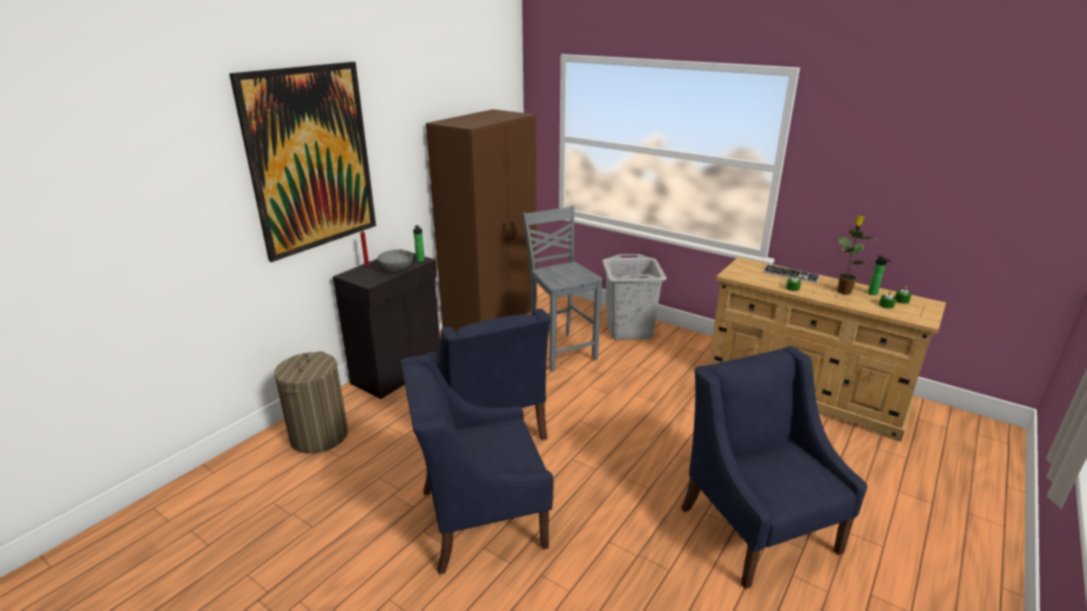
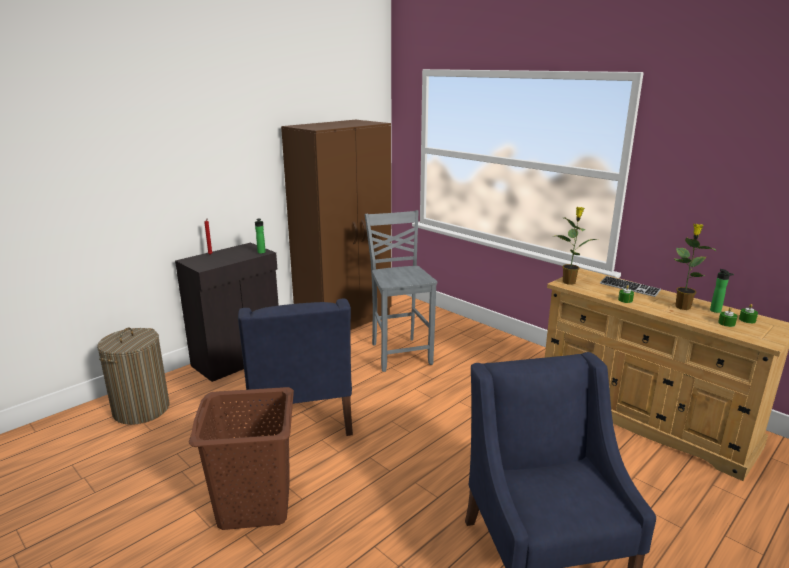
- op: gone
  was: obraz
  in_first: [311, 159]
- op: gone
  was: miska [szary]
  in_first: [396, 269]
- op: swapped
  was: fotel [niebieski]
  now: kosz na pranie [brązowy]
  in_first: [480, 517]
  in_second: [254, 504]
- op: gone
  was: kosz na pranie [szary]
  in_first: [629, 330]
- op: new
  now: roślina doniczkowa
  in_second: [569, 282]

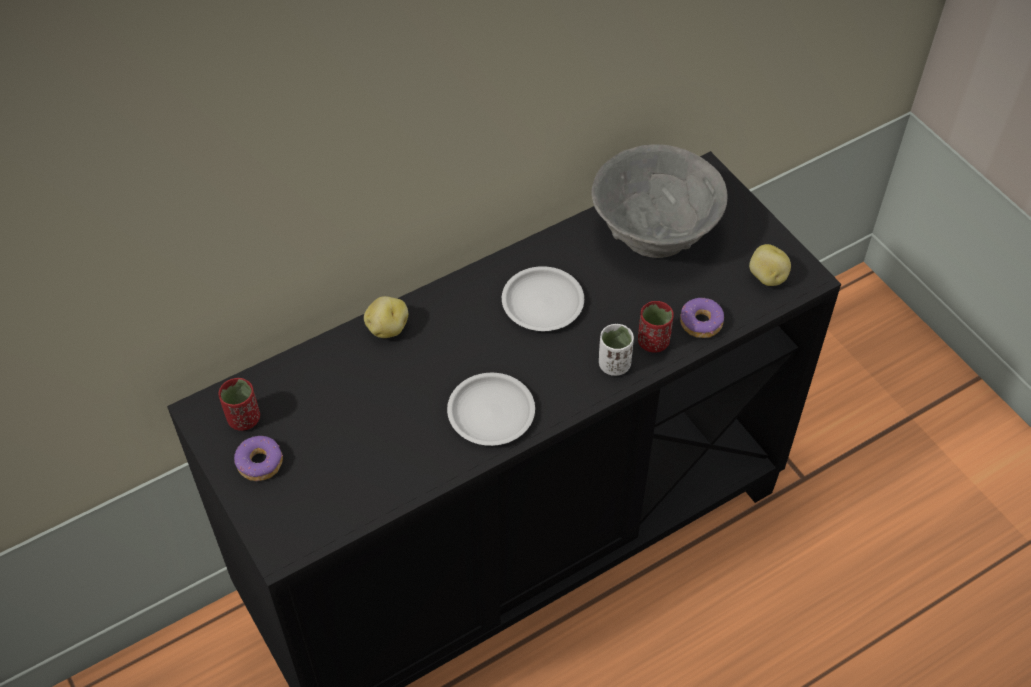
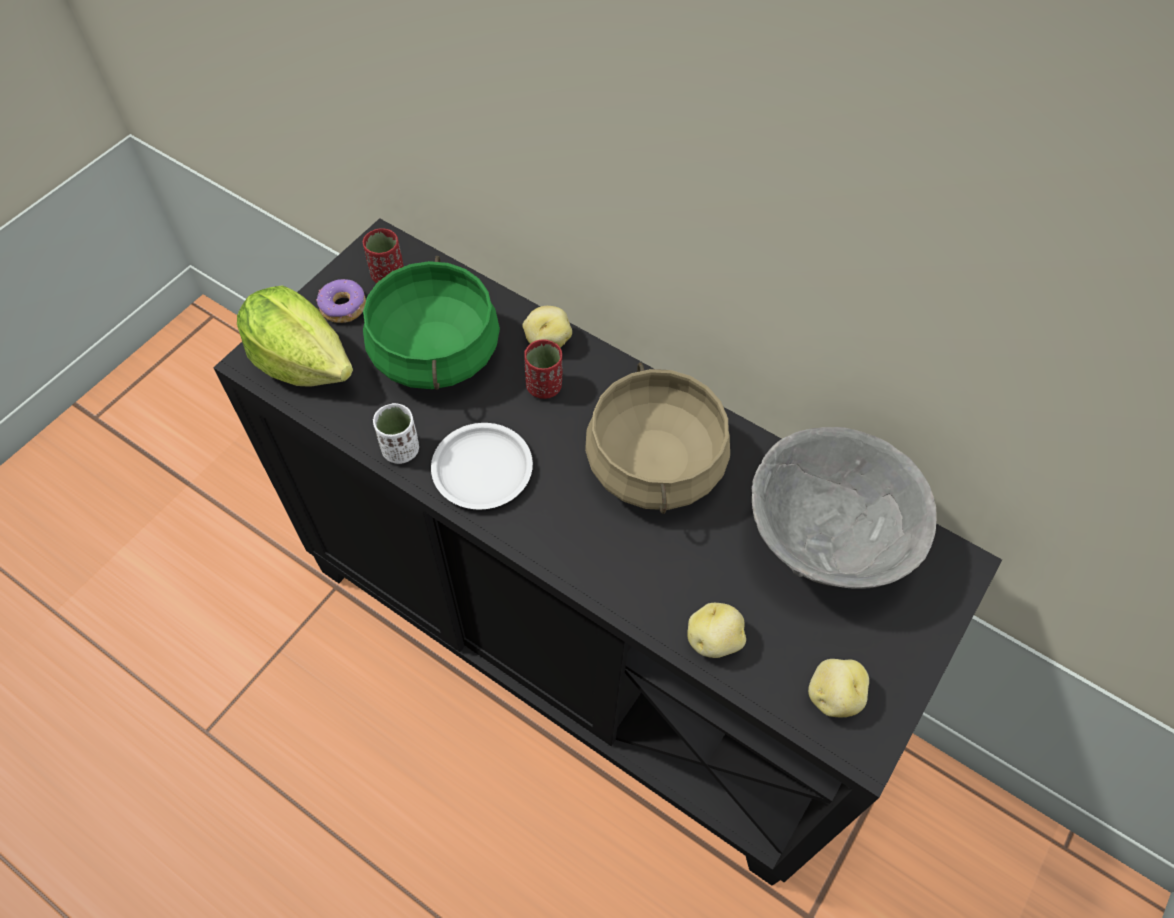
- op: swapped
  was: talerz [biały]
  now: garnek [beżowy]
  in_first: [542, 303]
  in_second: [653, 463]
- op: shifted
  was: filiżanka [biały]
  in_first: [614, 364]
  in_second: [401, 450]
- op: shifted
  was: filiżanka [czerwony]
  in_first: [653, 342]
  in_second: [544, 386]
- op: swapped
  was: donut
  now: ziemniak
  in_first: [701, 323]
  in_second: [714, 640]
- op: new
  now: sałata
  in_second: [301, 362]
- op: new
  now: garnek [zielony]
  in_second: [437, 353]

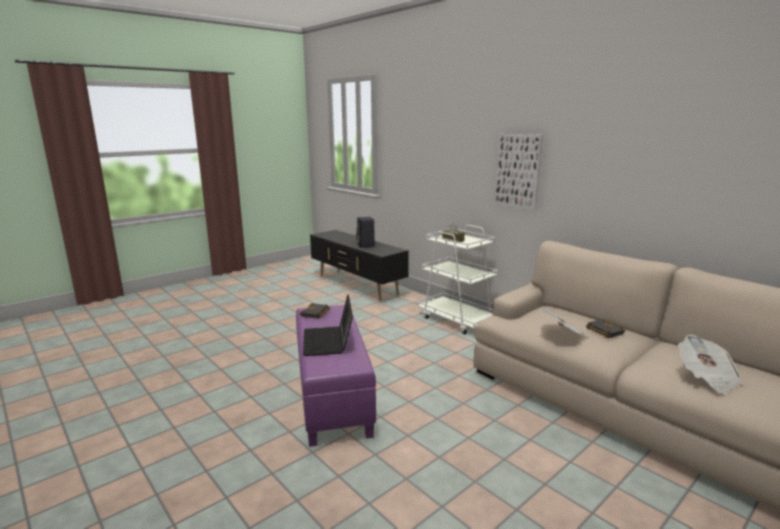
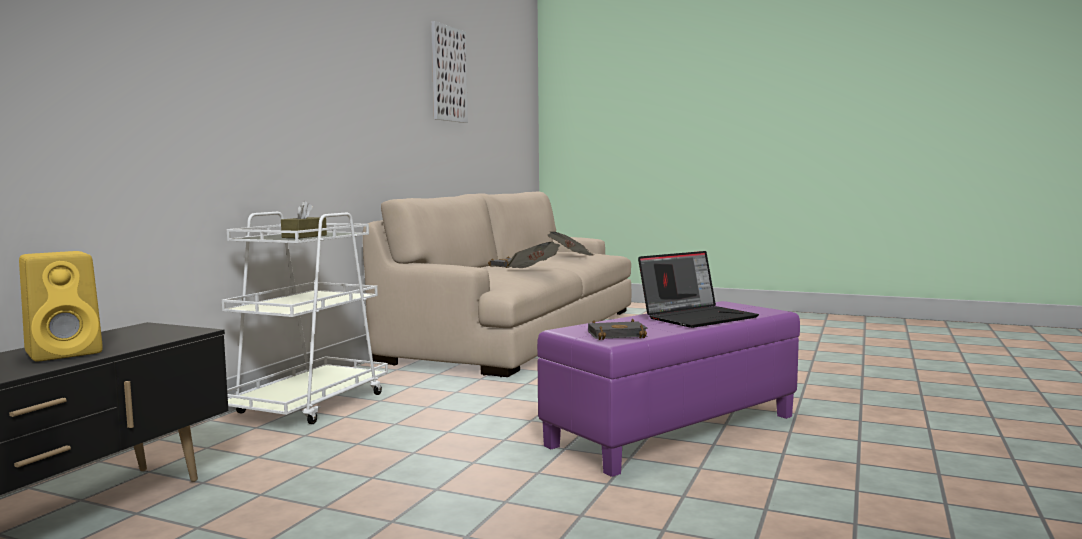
- op: repainted
  was: głośnik [czarny]
  now: głośnik [żółty]
  in_first: [366, 245]
  in_second: [67, 352]
- op: shifted
  was: obraz
  in_first: [518, 171]
  in_second: [448, 74]

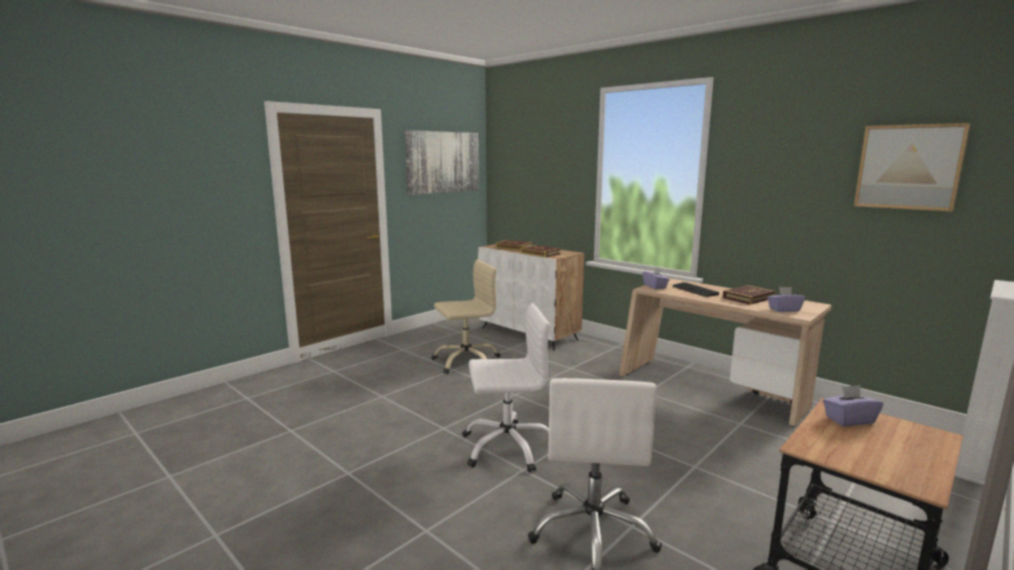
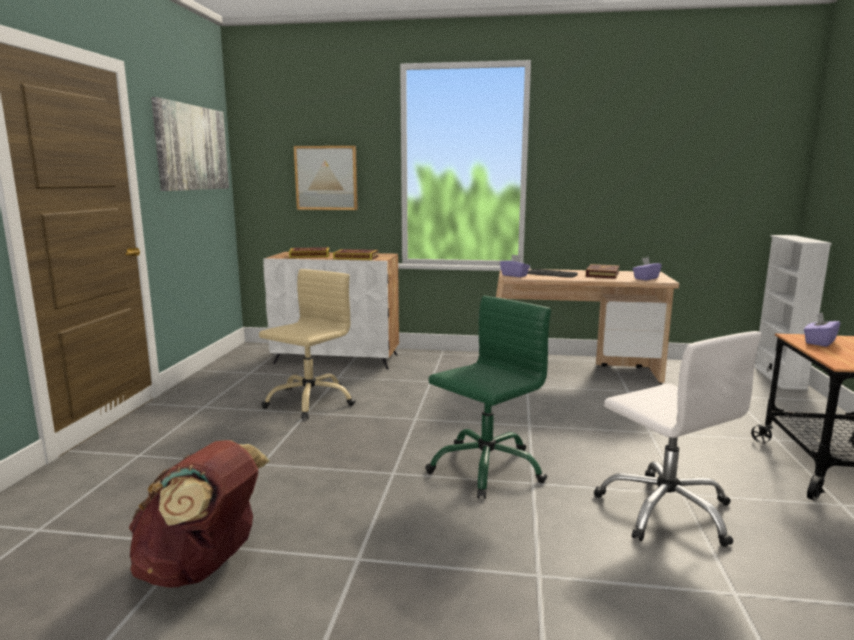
- op: repainted
  was: krzesło biurowe [biały]
  now: krzesło biurowe [zielony]
  in_first: [508, 446]
  in_second: [486, 467]
- op: shifted
  was: obraz
  in_first: [908, 167]
  in_second: [326, 178]
- op: new
  now: plecak [brązowy]
  in_second: [203, 567]

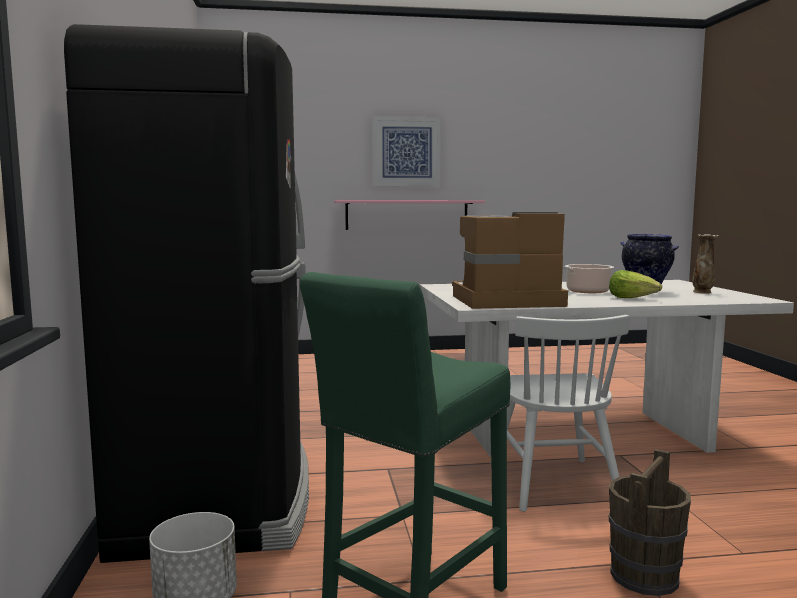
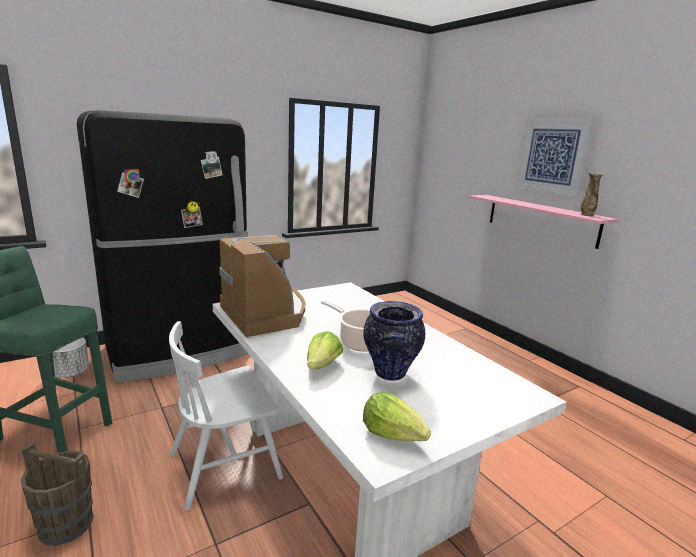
- op: shifted
  was: wazon
  in_first: [702, 292]
  in_second: [586, 215]
- op: new
  now: sałata
  in_second: [393, 434]

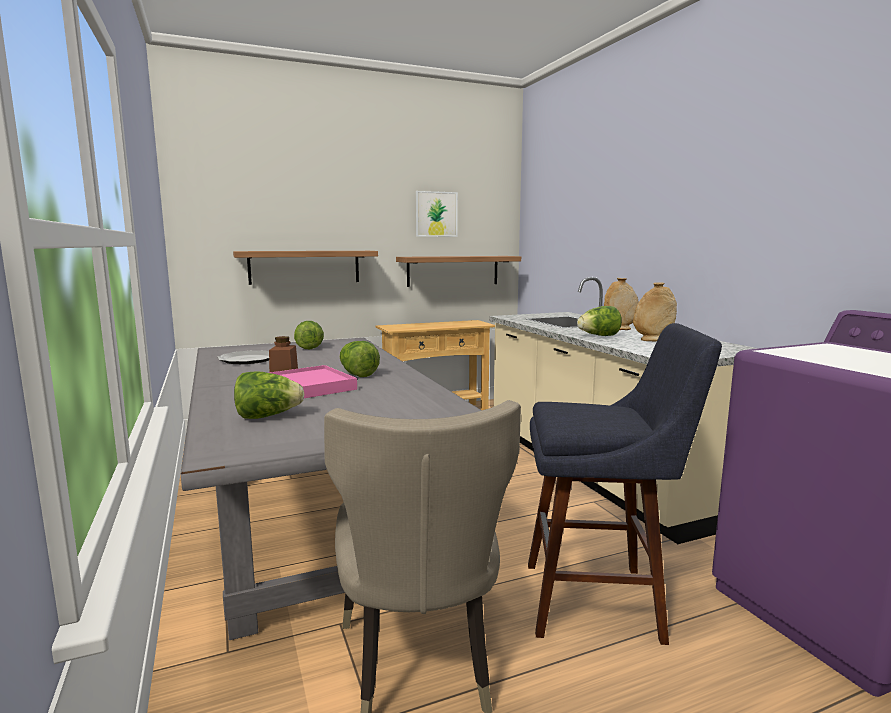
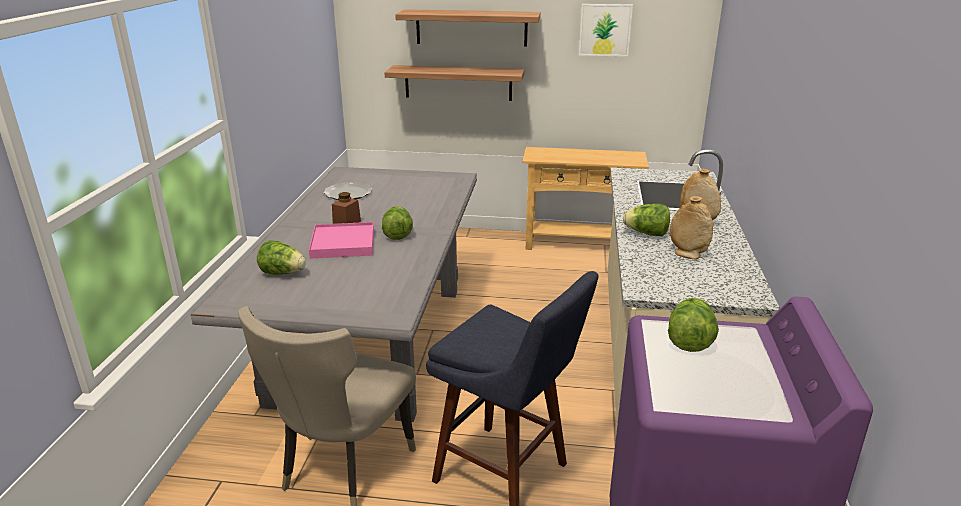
- op: shifted
  was: sałata
  in_first: [309, 347]
  in_second: [689, 340]
- op: shifted
  was: półka
  in_first: [453, 270]
  in_second: [471, 27]

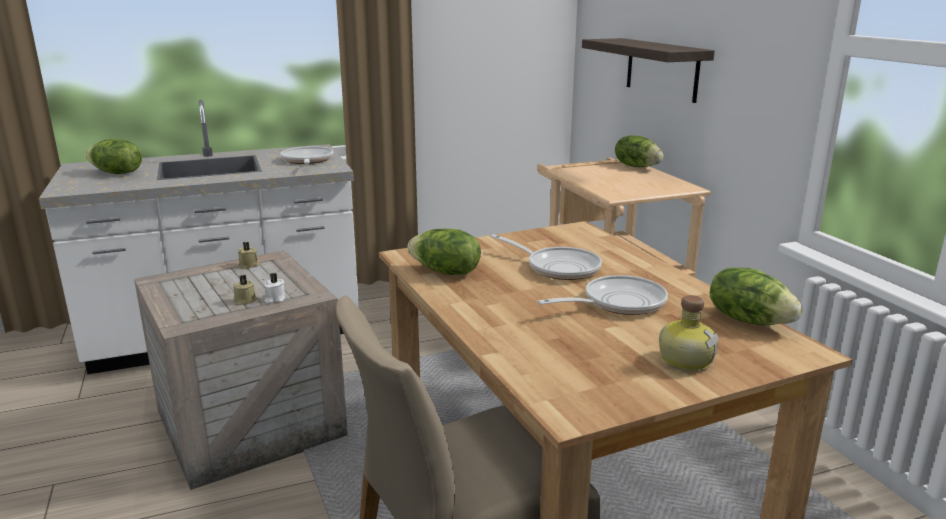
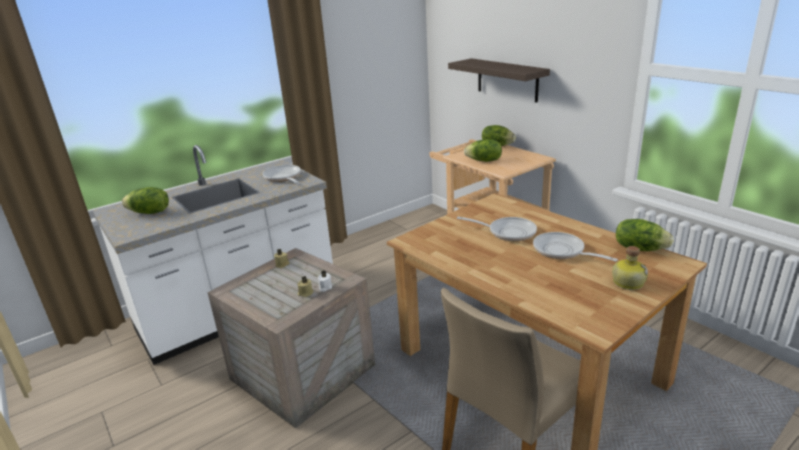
- op: shifted
  was: sałata
  in_first: [445, 272]
  in_second: [484, 161]
- op: rotated
  was: patelnia
  in_first: [617, 303]
  in_second: [562, 251]
  clockwise: -90

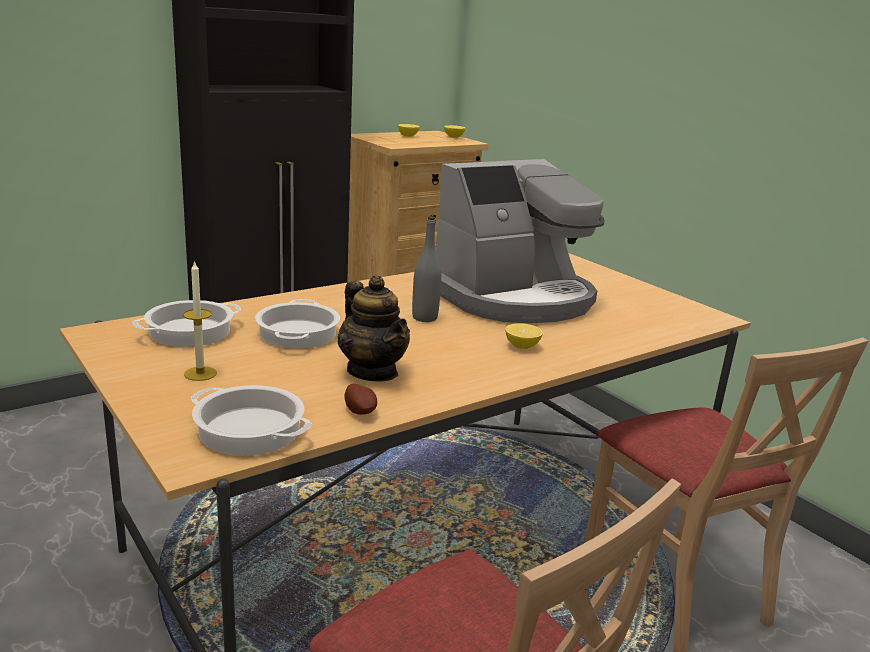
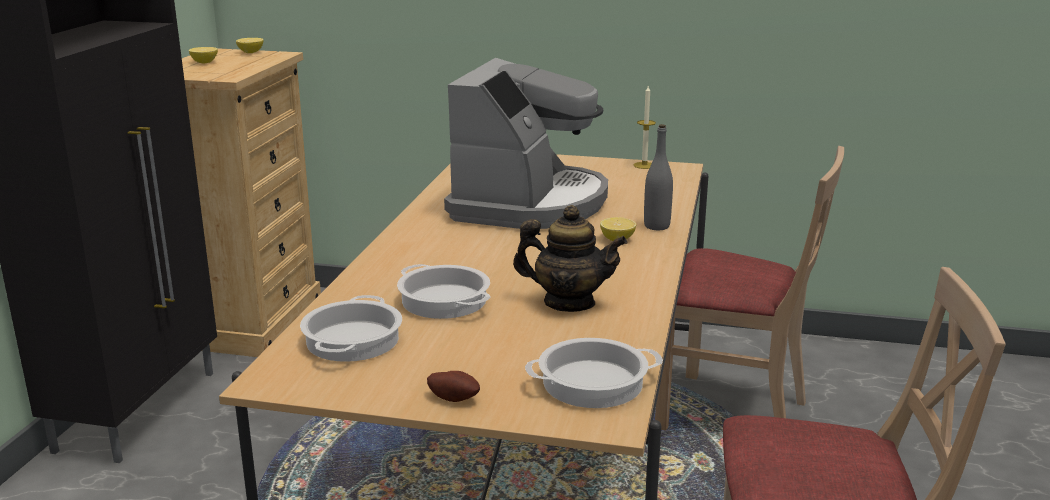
- op: shifted
  was: świeca
  in_first: [200, 373]
  in_second: [644, 165]
- op: shifted
  was: ziemniak
  in_first: [360, 411]
  in_second: [454, 398]
- op: shifted
  was: butelka [szary]
  in_first: [424, 318]
  in_second: [656, 226]

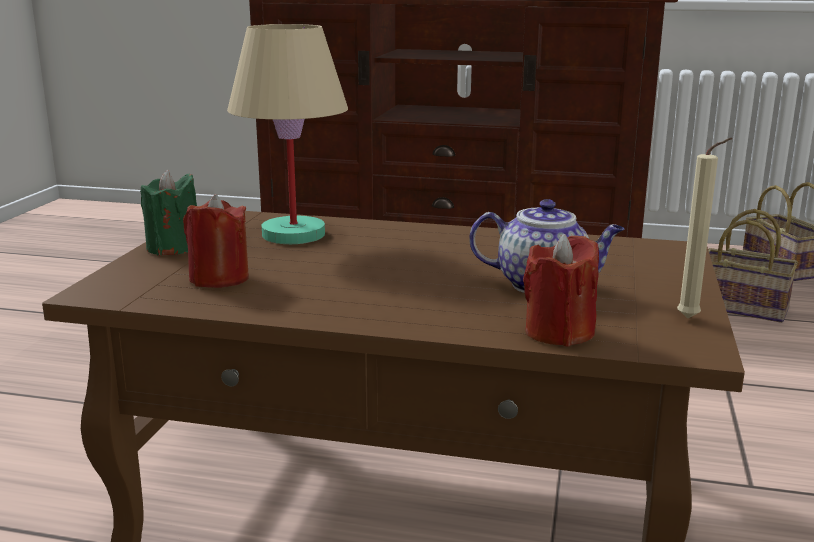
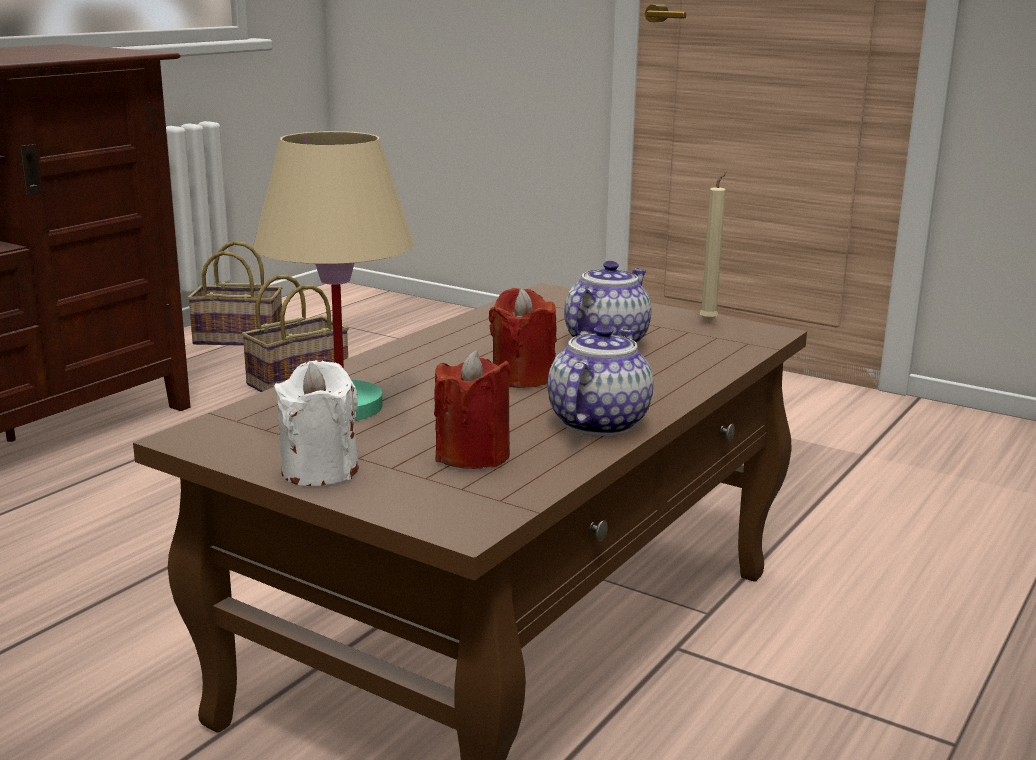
- op: repainted
  was: świeca [zielony]
  now: świeca [biały]
  in_first: [174, 248]
  in_second: [320, 470]
- op: shifted
  was: świeca [czerwony]
  in_first: [559, 332]
  in_second: [523, 377]
- op: new
  now: imbryk
  in_second: [598, 422]

